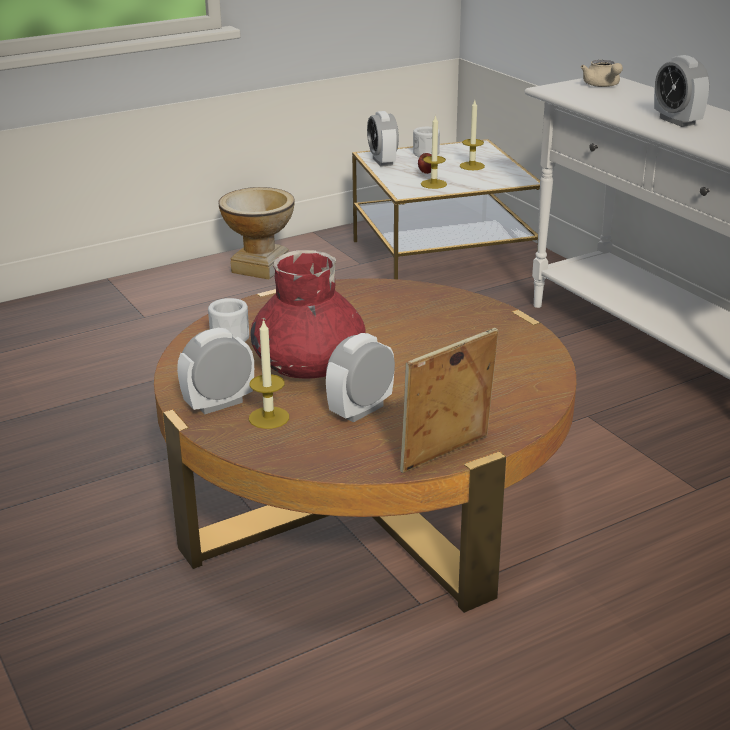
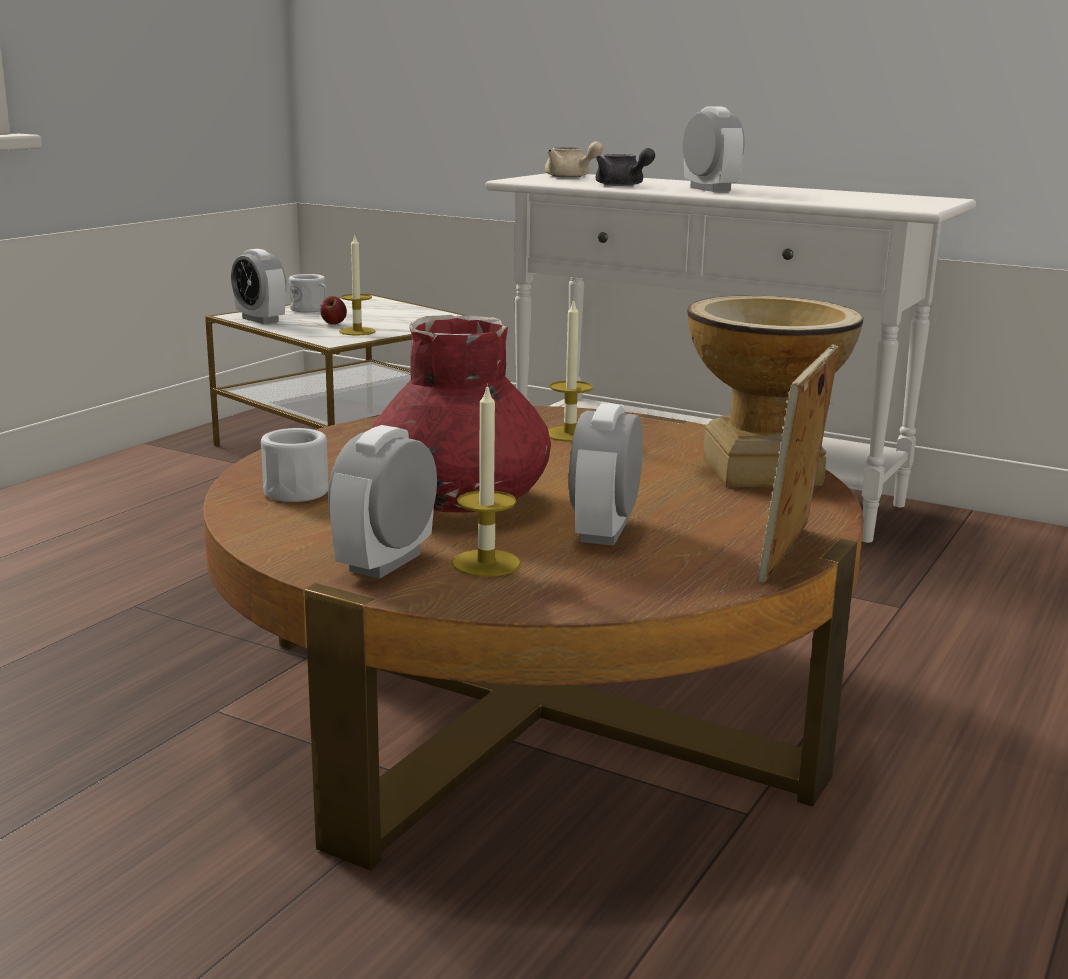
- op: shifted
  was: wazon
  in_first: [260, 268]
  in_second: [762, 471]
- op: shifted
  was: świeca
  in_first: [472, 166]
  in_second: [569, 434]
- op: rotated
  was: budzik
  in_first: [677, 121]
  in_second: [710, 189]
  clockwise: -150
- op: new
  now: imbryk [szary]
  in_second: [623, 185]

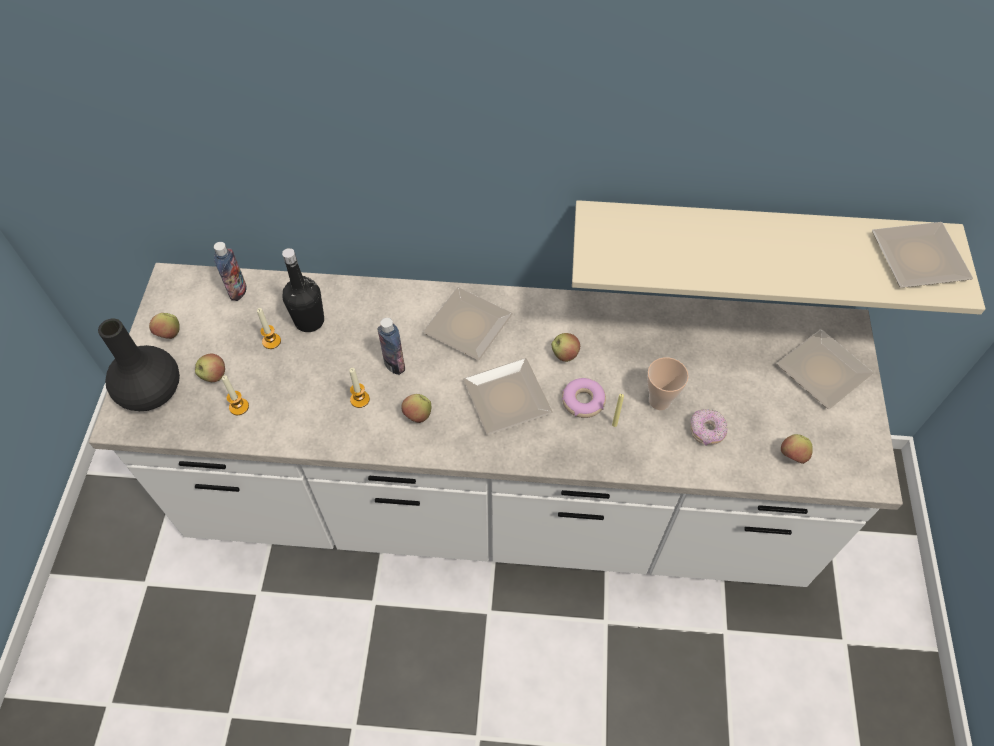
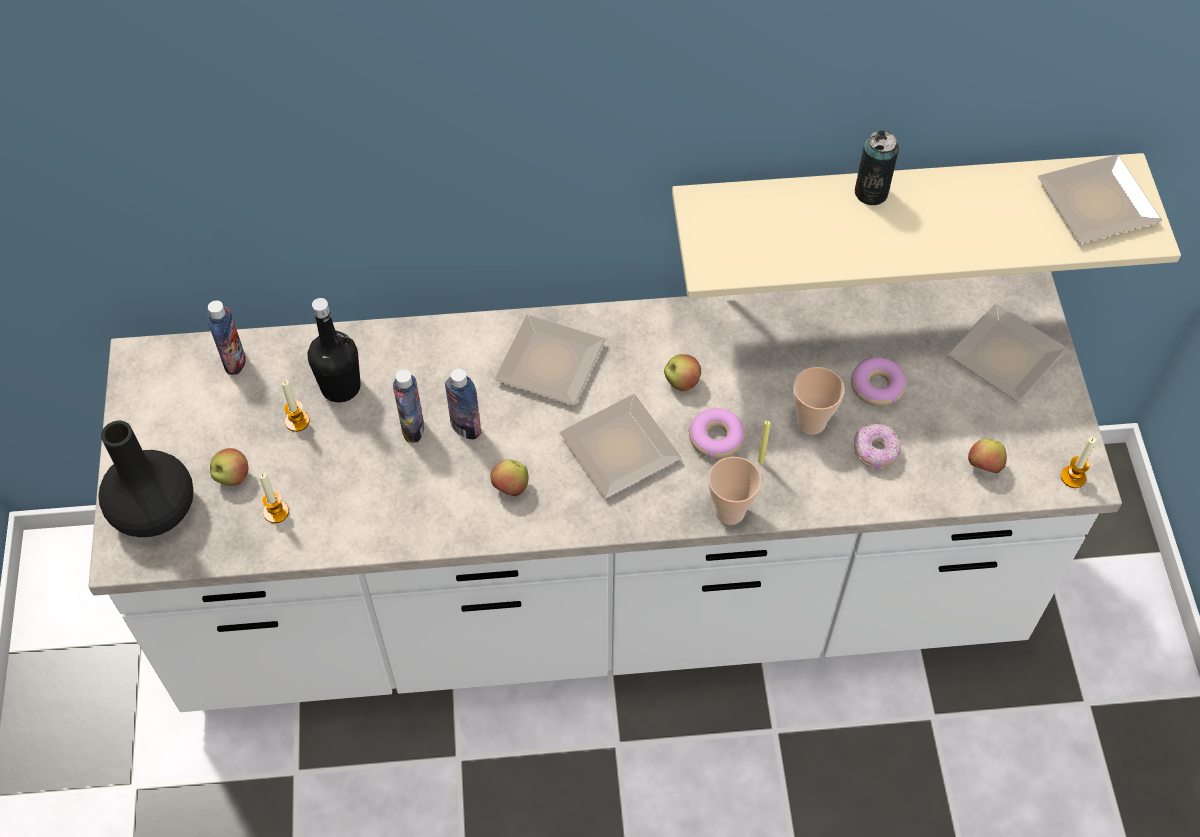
- op: gone
  was: jabłko
  in_first: [169, 334]
- op: shifted
  was: świeca
  in_first: [360, 399]
  in_second: [1073, 477]
- op: new
  now: butelka
  in_second: [413, 428]
- op: new
  now: filiżanka
  in_second: [730, 512]
- op: new
  now: donut
  in_second: [877, 386]
- op: new
  now: puszka
  in_second: [871, 192]

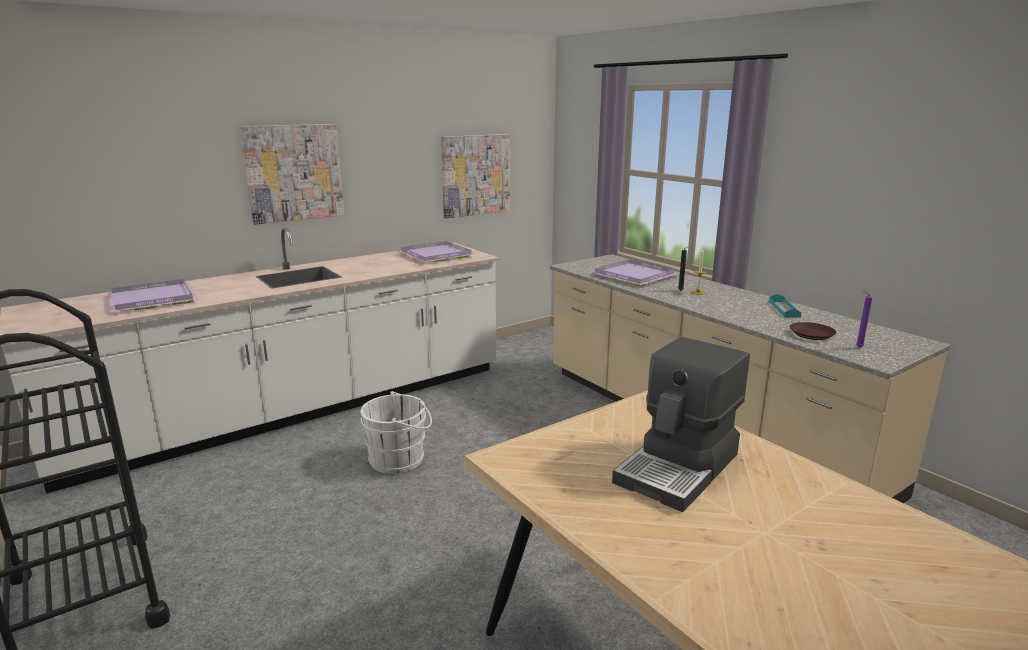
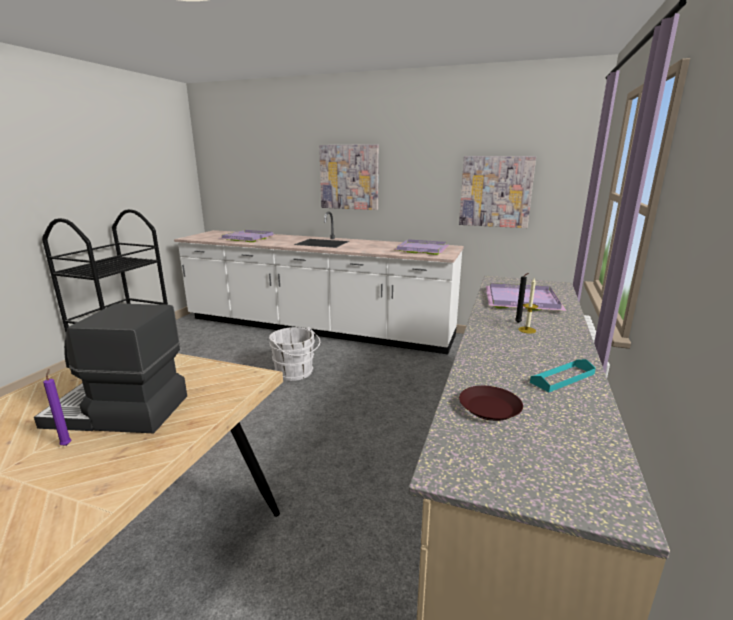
- op: shifted
  was: świeca [fioletowy]
  in_first: [858, 347]
  in_second: [67, 444]

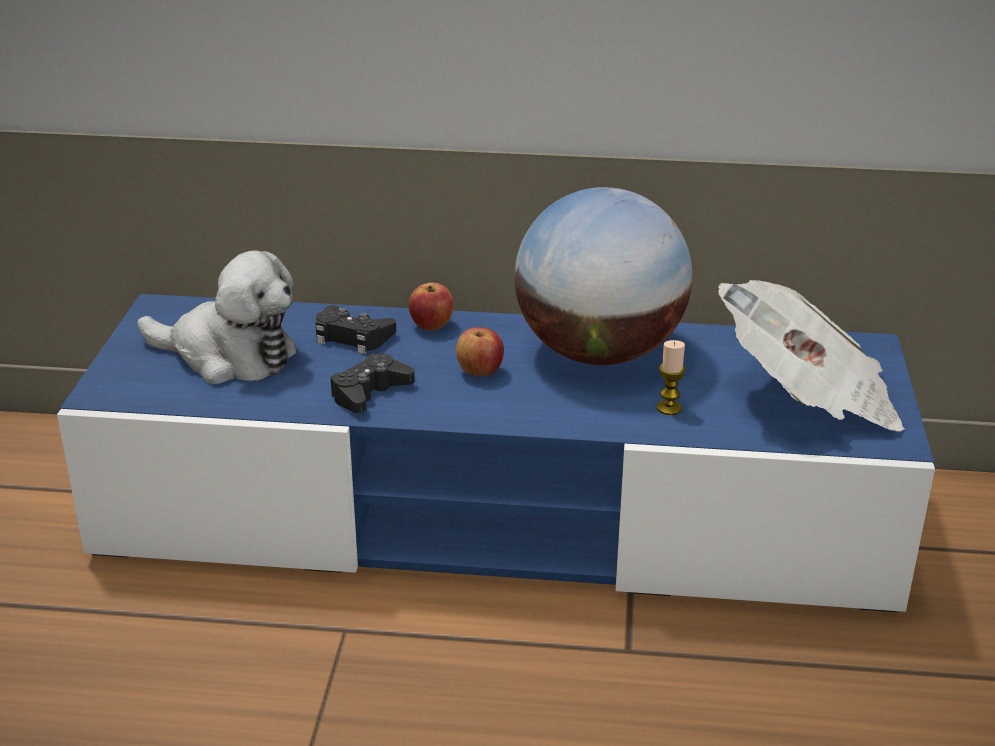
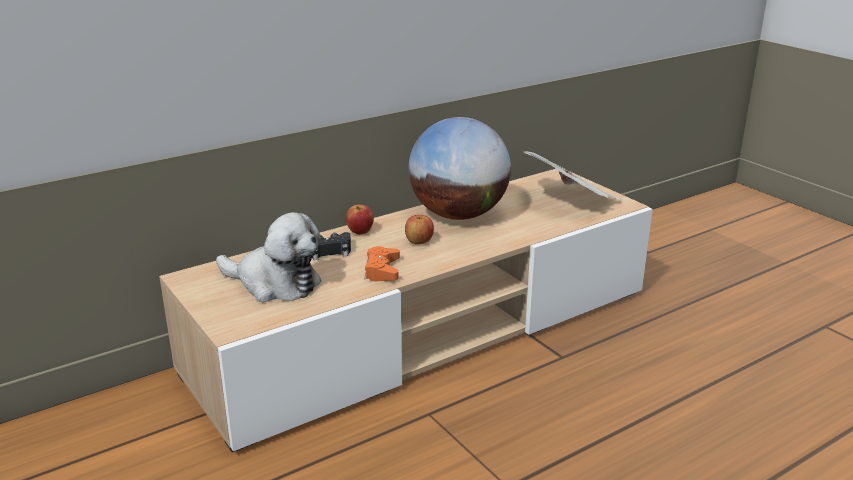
- op: repainted
  was: szafka pod telewizor [niebieski]
  now: szafka pod telewizor [beżowy]
  in_first: [497, 517]
  in_second: [426, 331]
- op: rotated
  was: pluszak
  in_first: [228, 356]
  in_second: [275, 284]
  clockwise: 45
- op: repainted
  was: pad do gier [czarny]
  now: pad do gier [pomarańczowy]
  in_first: [369, 392]
  in_second: [382, 270]
- op: gone
  was: świeca
  in_first: [669, 408]

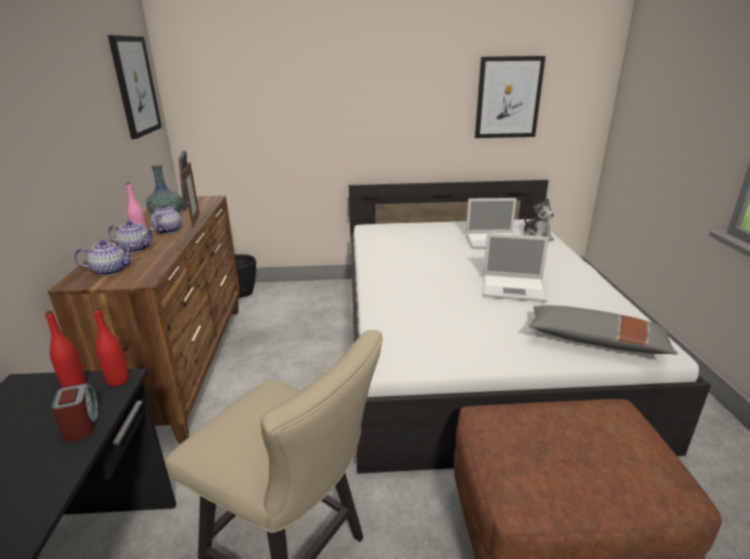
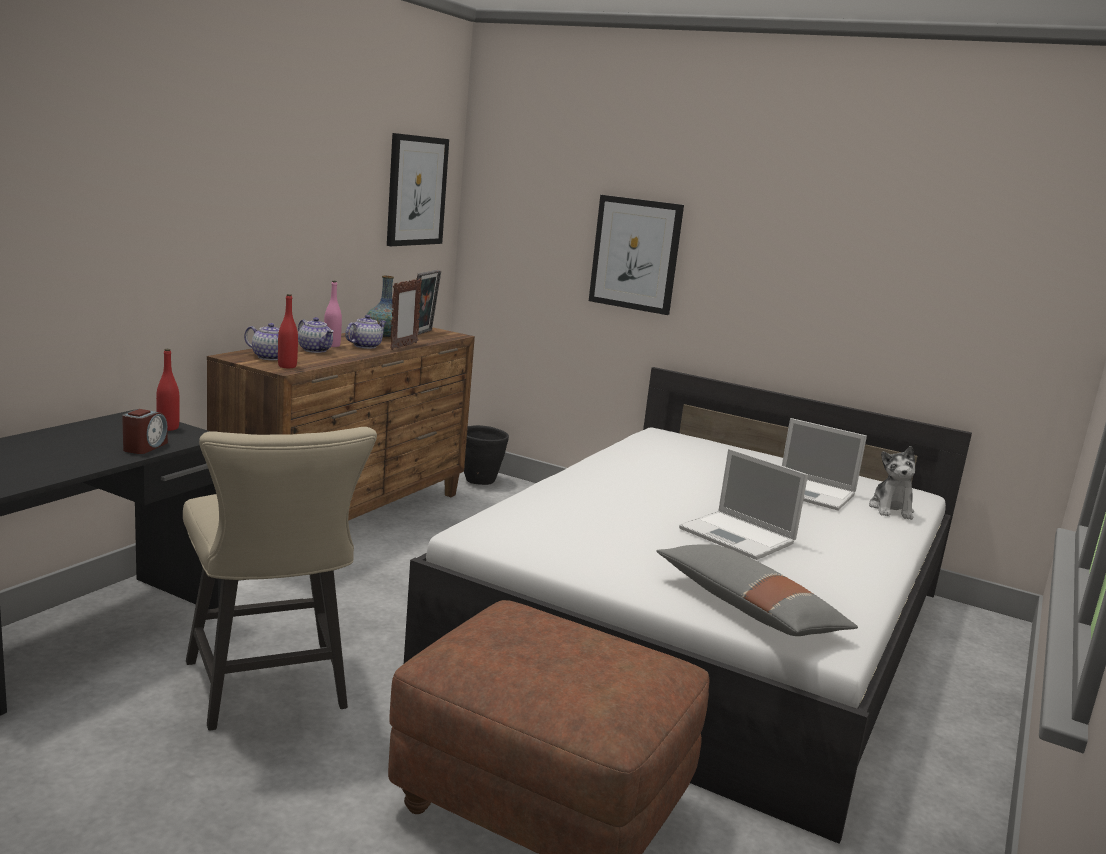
- op: shifted
  was: butelka [czerwony]
  in_first: [118, 380]
  in_second: [287, 366]
- op: shifted
  was: obraz
  in_first: [508, 97]
  in_second: [635, 254]

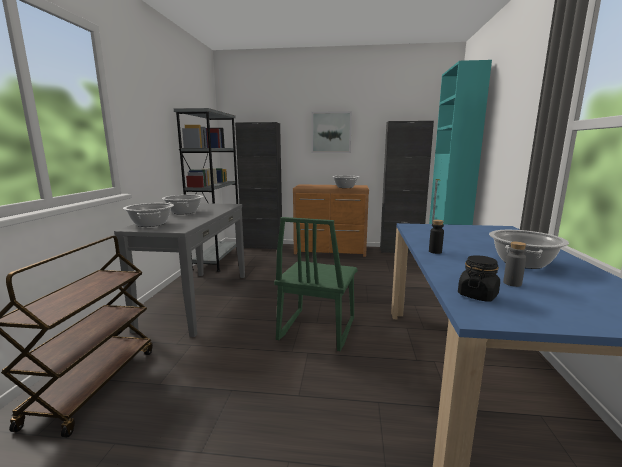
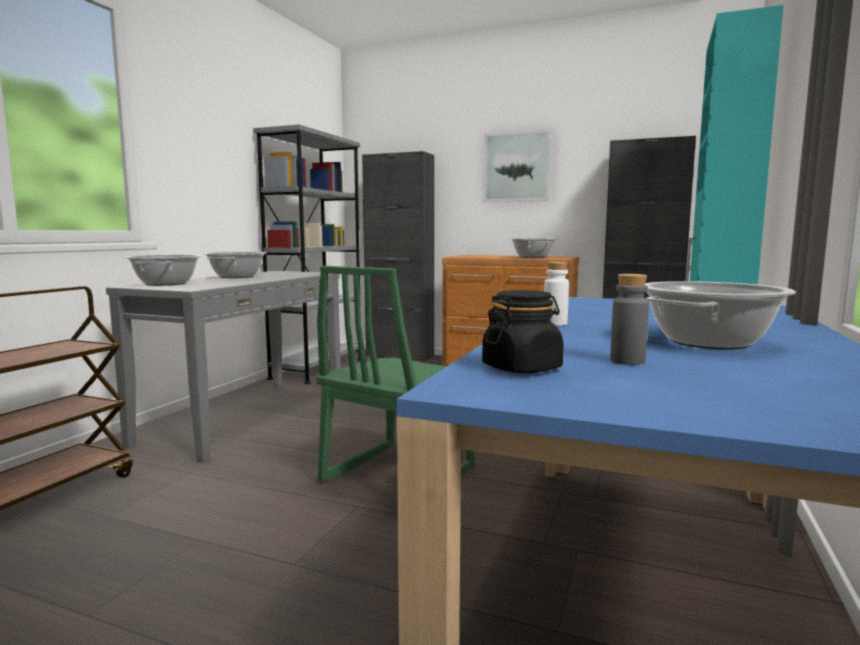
- op: repainted
  was: butelka [czarny]
  now: butelka [biały]
  in_first: [435, 252]
  in_second: [555, 323]

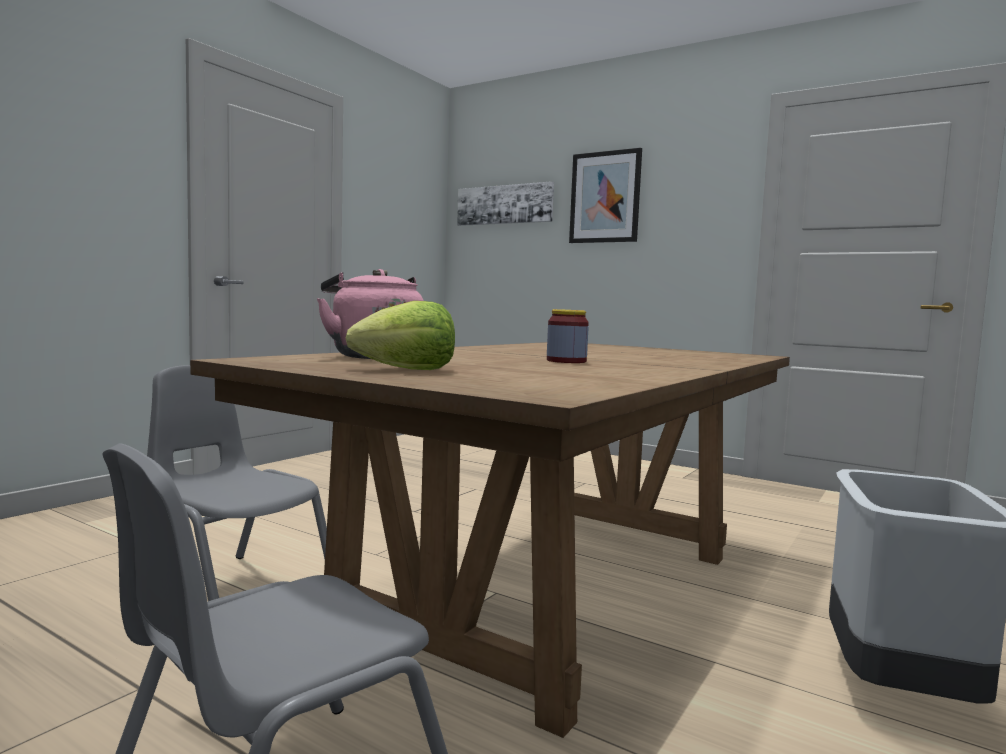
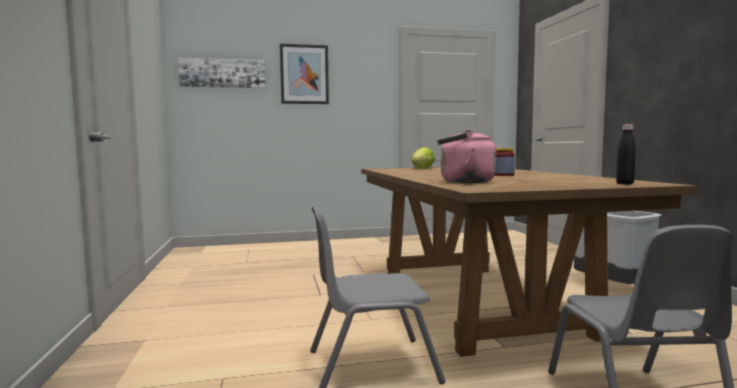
- op: shifted
  was: sałata
  in_first: [408, 369]
  in_second: [422, 168]
- op: new
  now: butelka [czarny]
  in_second: [624, 183]

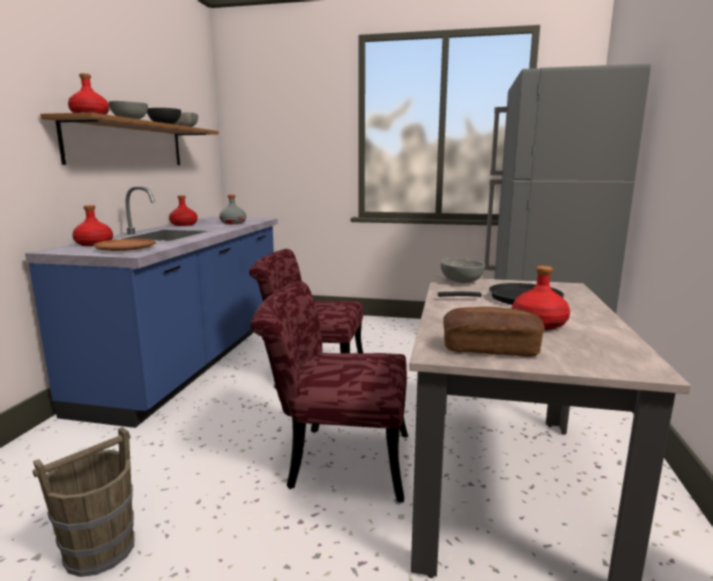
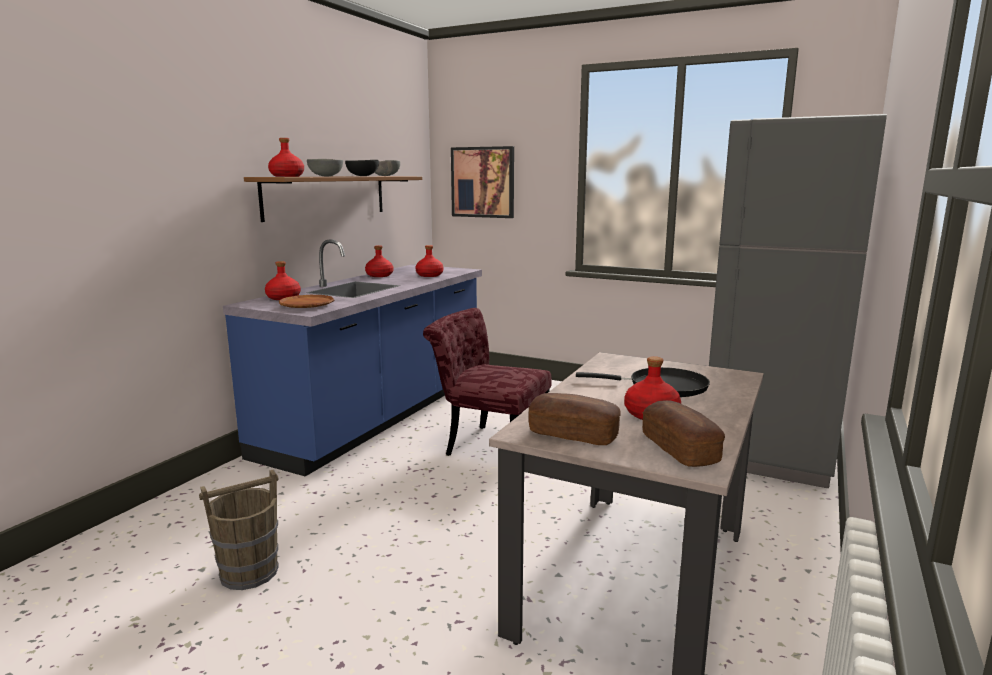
- op: repainted
  was: butelka [szary]
  now: butelka [czerwony]
  in_first: [233, 223]
  in_second: [430, 275]
- op: gone
  was: krzesło [czerwony]
  in_first: [336, 460]
- op: gone
  was: miska [szary]
  in_first: [461, 282]
- op: new
  now: obraz
  in_second: [483, 182]
- op: new
  now: chleb
  in_second: [679, 449]

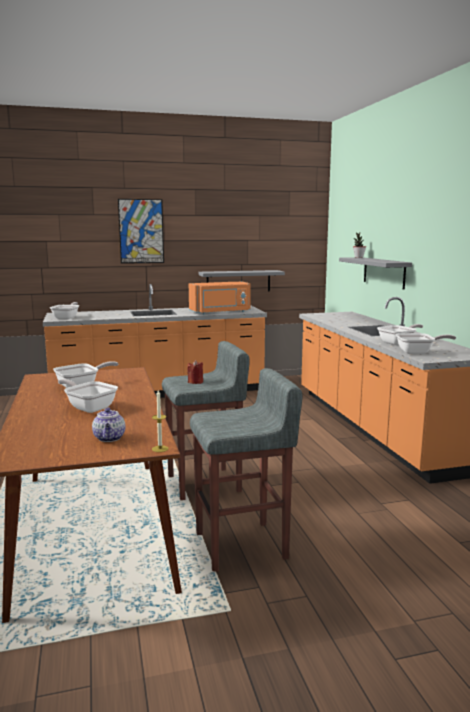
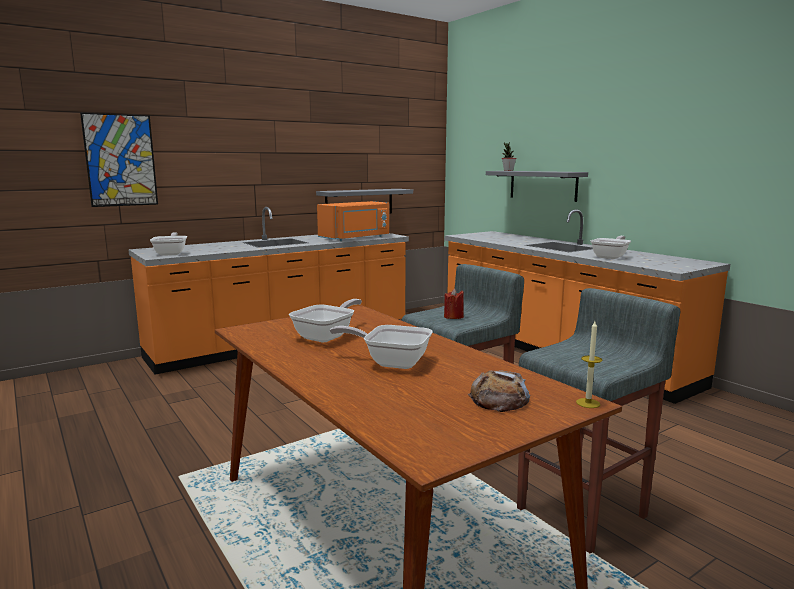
- op: swapped
  was: imbryk
  now: chleb
  in_first: [109, 438]
  in_second: [499, 399]
- op: shifted
  was: obraz
  in_first: [141, 231]
  in_second: [120, 160]
- op: gone
  was: patelnia
  in_first: [418, 352]

